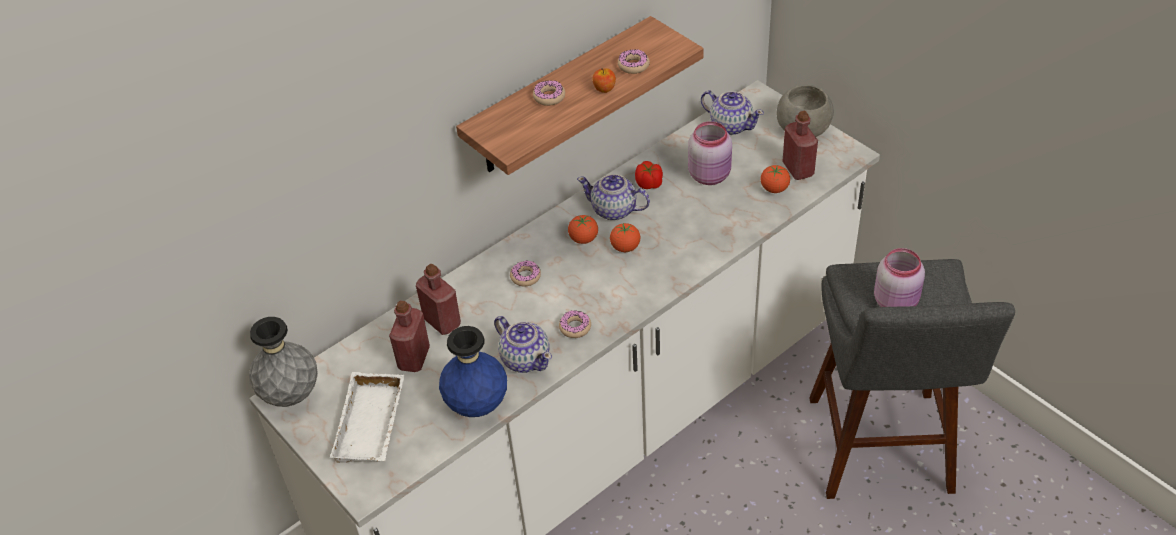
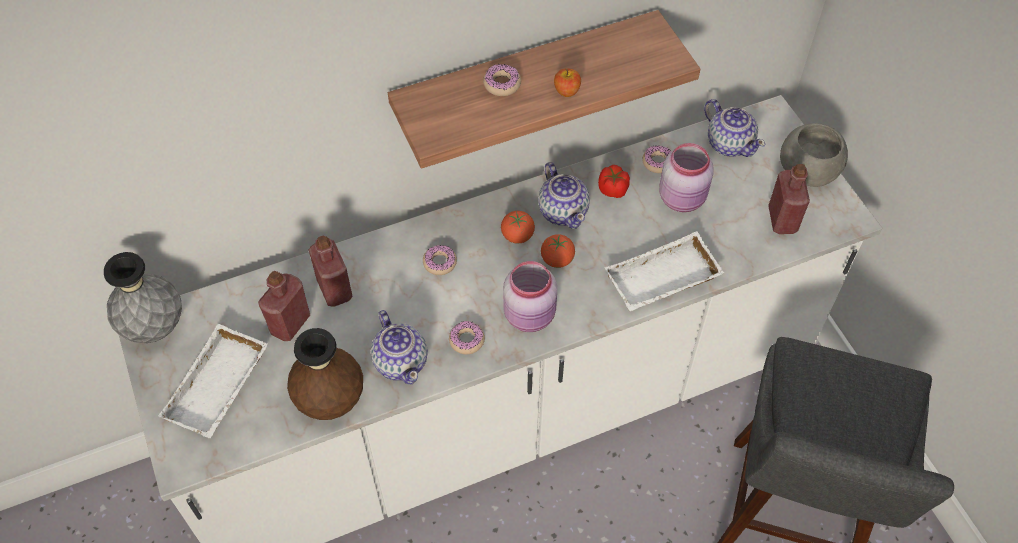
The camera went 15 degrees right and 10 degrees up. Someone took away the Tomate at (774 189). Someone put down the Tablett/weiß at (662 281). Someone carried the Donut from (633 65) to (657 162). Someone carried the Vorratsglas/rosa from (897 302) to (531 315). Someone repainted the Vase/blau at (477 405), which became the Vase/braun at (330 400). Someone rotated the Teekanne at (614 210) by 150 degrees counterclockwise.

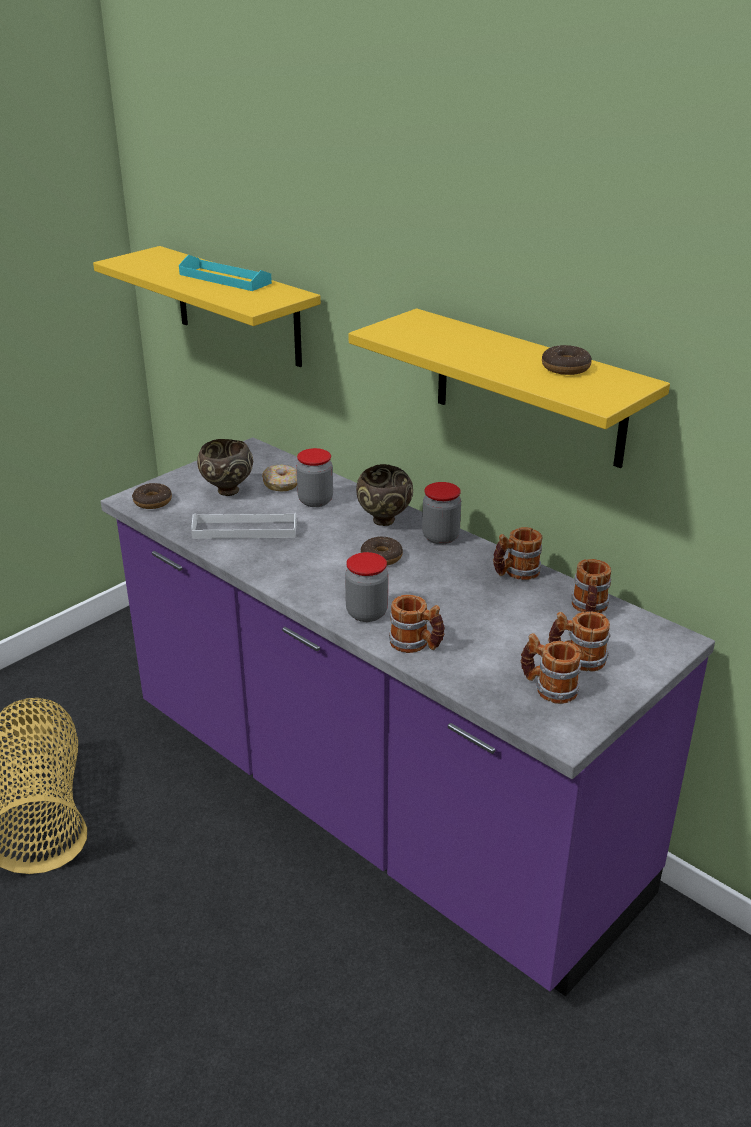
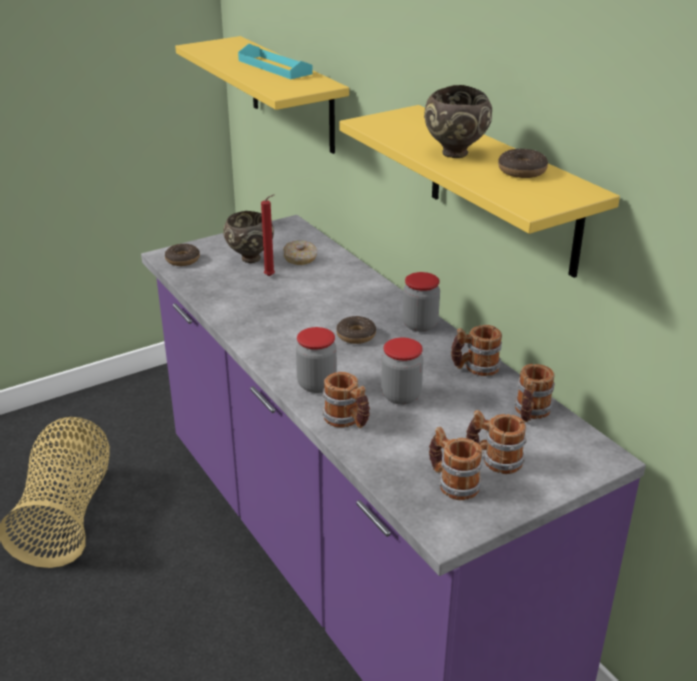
The camera went 15 degrees right and 0 degrees up. Someone took away the Tablett/weiß at (245 530). Someone put down the Kerze/rot at (271 276). Someone carried the Vorratsglas from (315 501) to (401 396). Someone carried the Schüssel/braun from (384 521) to (455 154).

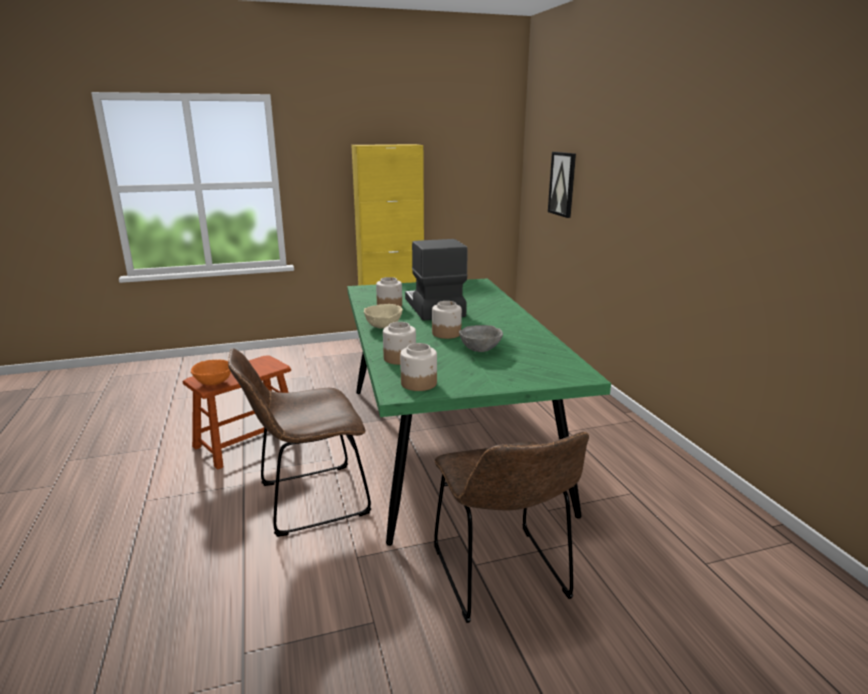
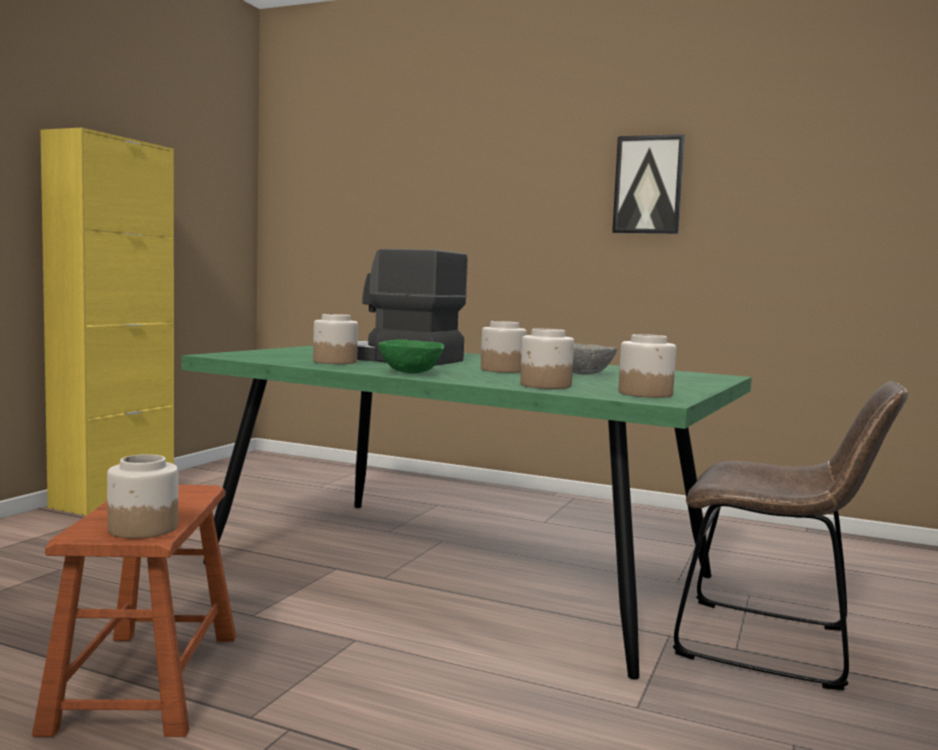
The camera went 50 degrees left and 15 degrees down. Someone took away the Stuhl/braun at (307 500). Someone carried the Bild from (562 184) to (648 185). Someone swapped the Schüssel/orange at (213 382) for the Vorratsglas at (142 528). Someone repainted the Schüssel/beige at (383 326), which became the Schüssel/grün at (410 372).

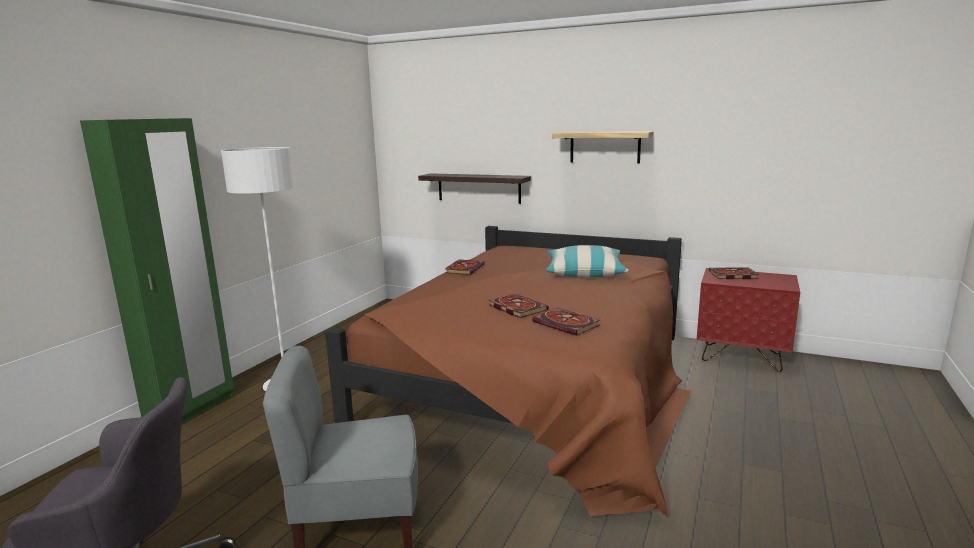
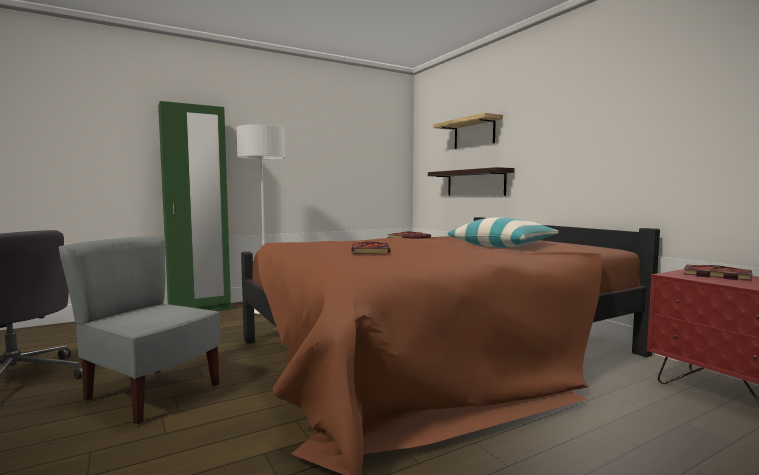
The camera went 35 degrees right and 10 degrees down. Someone took away the Buch at (568 324). Someone carried the Wandregal from (604 147) to (474 133).

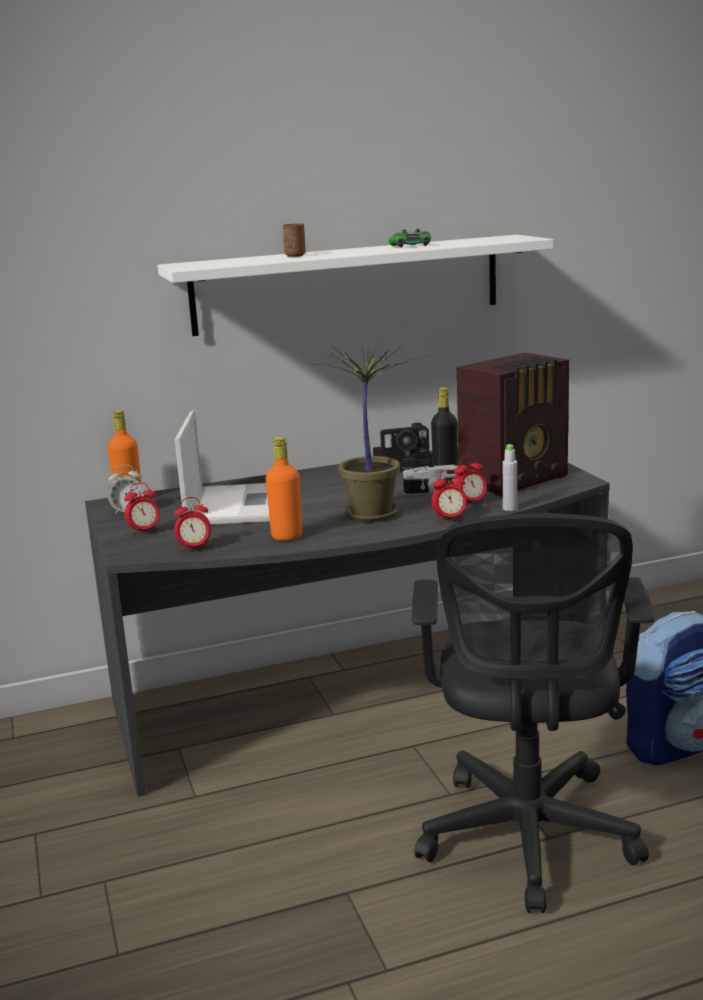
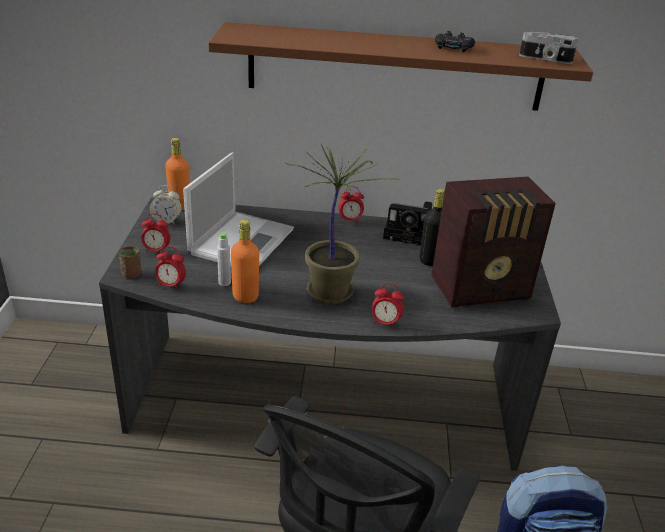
The camera went 20 degrees right and 15 degrees up. Someone carried the Tasse/braun from (295 256) to (131 274). Someone carried the Kamera from (432 492) to (545 59). Someone carried the Wecker from (470 503) to (350 221). Someone carried the Flasche/grau from (510 508) to (224 282). Someone repainted the Wandregal/weiß at (348 284), which became the Wandregal/braun at (395 67). Someone repainted the Gamepad/grün at (411 245), which became the Gamepad/schwarz at (453 47).

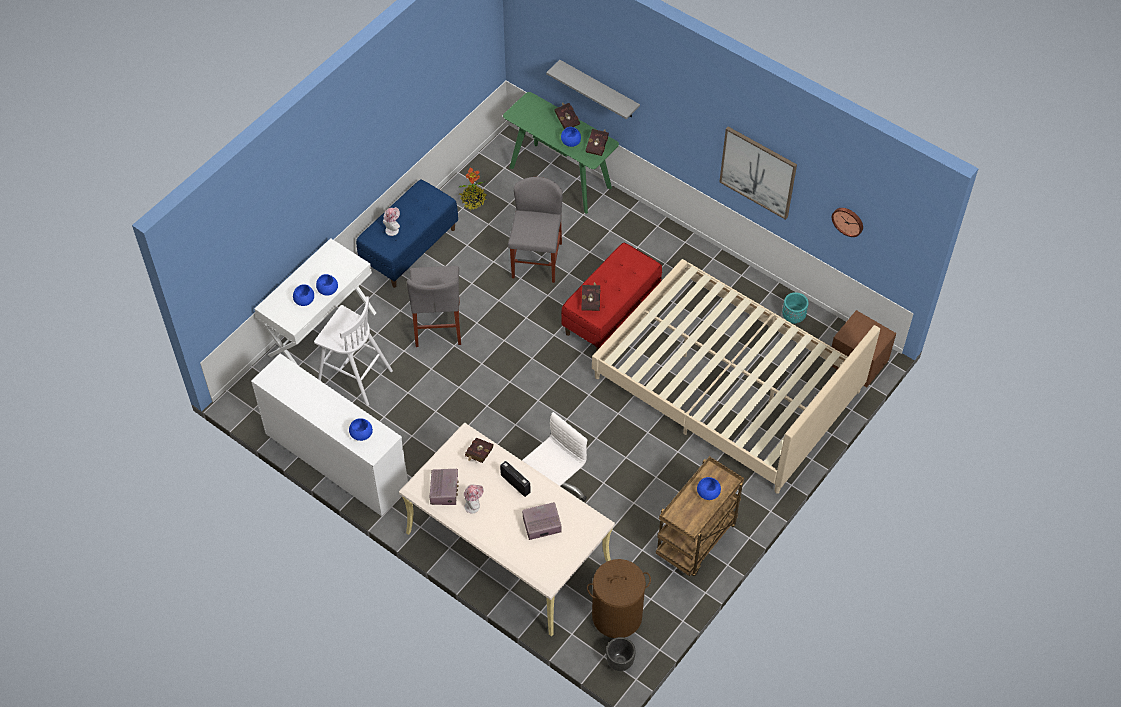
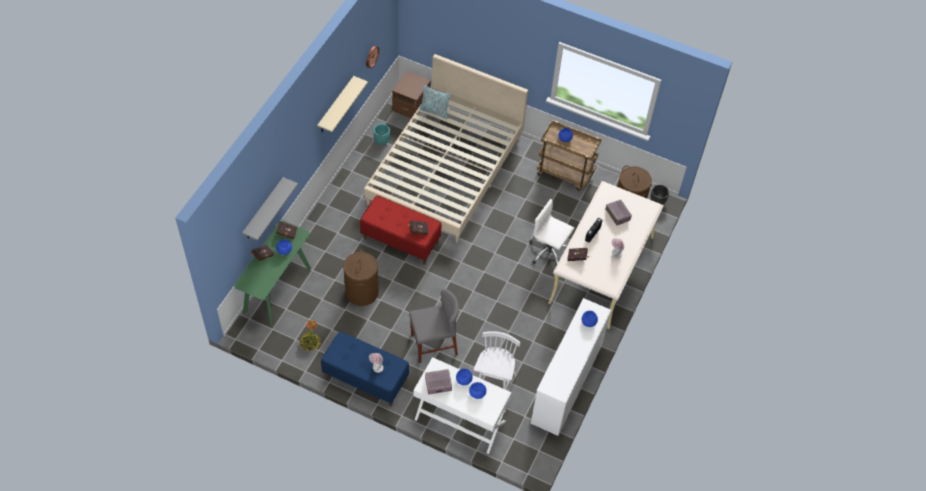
The camera went 105 degrees left and 0 degrees up. Someone put down the Kissen at (434 111). Someone carried the Radio from (444 490) to (438 384). Someone swapped the Stuhl/grau at (536 260) for the Wäschekorb/braun at (361 292). Someone swapped the Bild at (758 172) for the Wandregal/beige at (336 105).

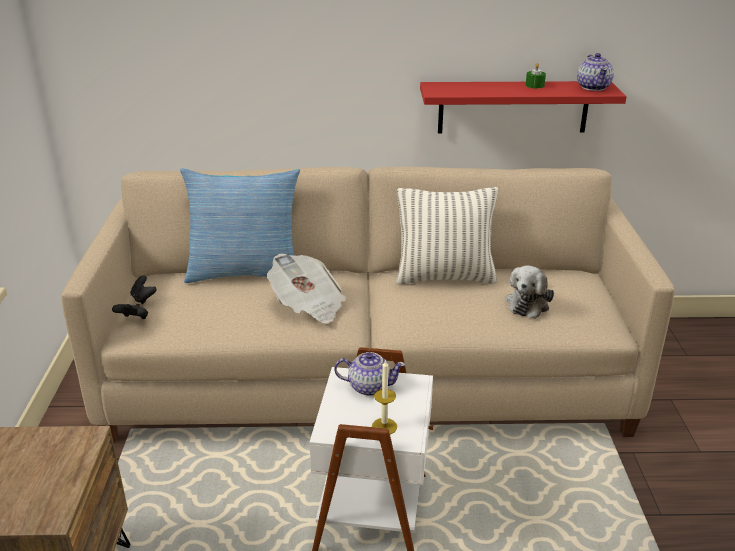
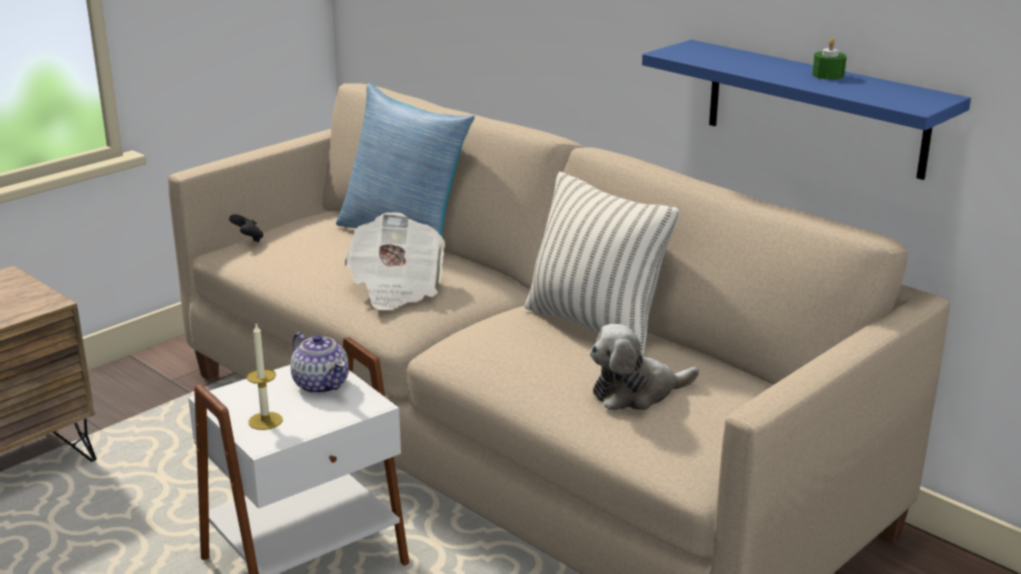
The camera went 45 degrees right and 5 degrees down. Someone took away the Gamepad/schwarz at (143 298). Someone took away the Teekanne at (593 87). Someone repainted the Wandregal/rot at (513 107), which became the Wandregal/blau at (815 108).

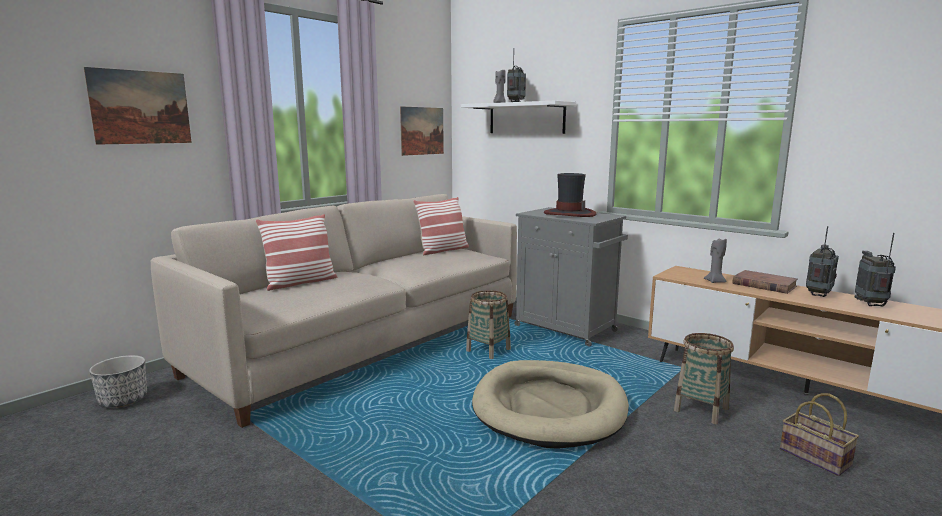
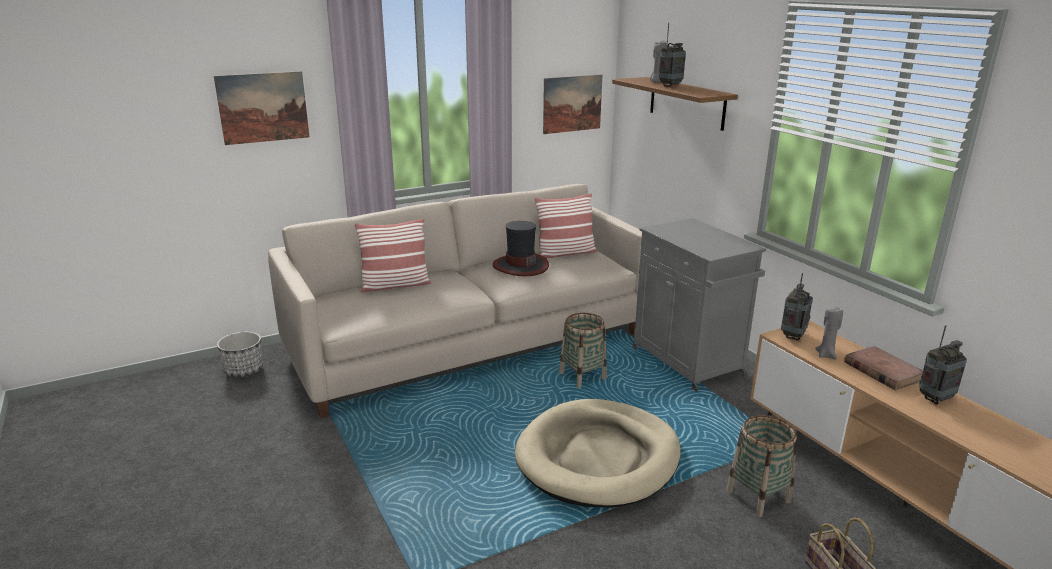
The camera went 20 degrees right and 10 degrees up. Someone carried the Hut from (569 214) to (520 266). Someone carried the Radio from (870 304) to (793 336). Someone repainted the Wandregal/weiß at (526 118), which became the Wandregal/braun at (686 103).

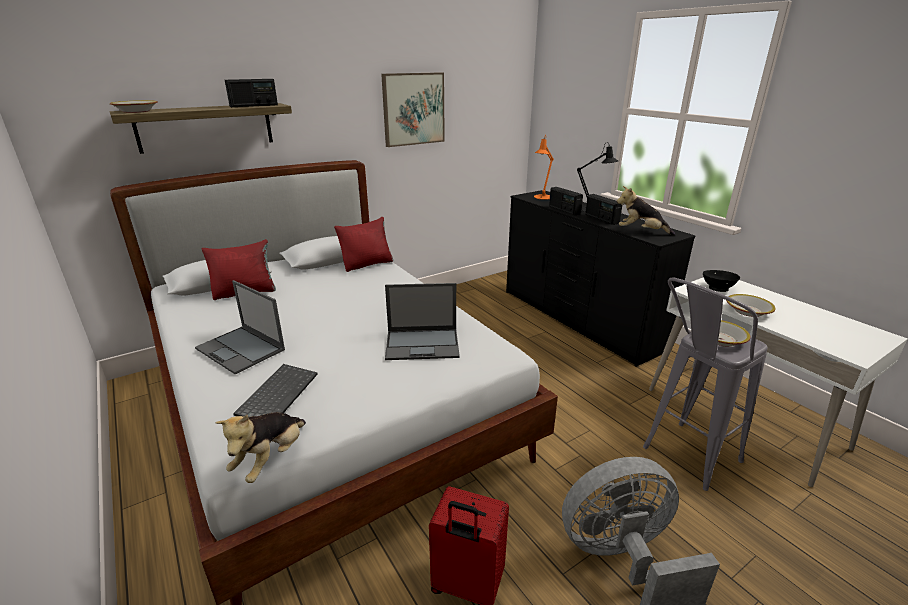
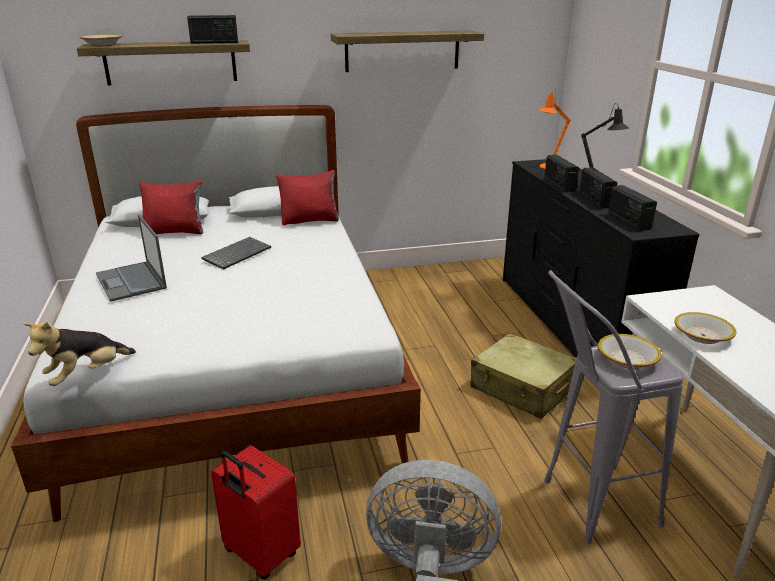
The camera went 20 degrees right and 0 degrees up. Someone took away the Laptop at (423 344). Someone took away the Schüssel/schwarz at (717 288). Someone put down the Koffer/beige at (523 388). Someone carried the Tastatur from (277 394) to (237 254). Someone swapped the Bild at (413 109) for the Wandregal at (402 51). Someone swapped the Plüschtier at (641 232) for the Radio at (628 221).

